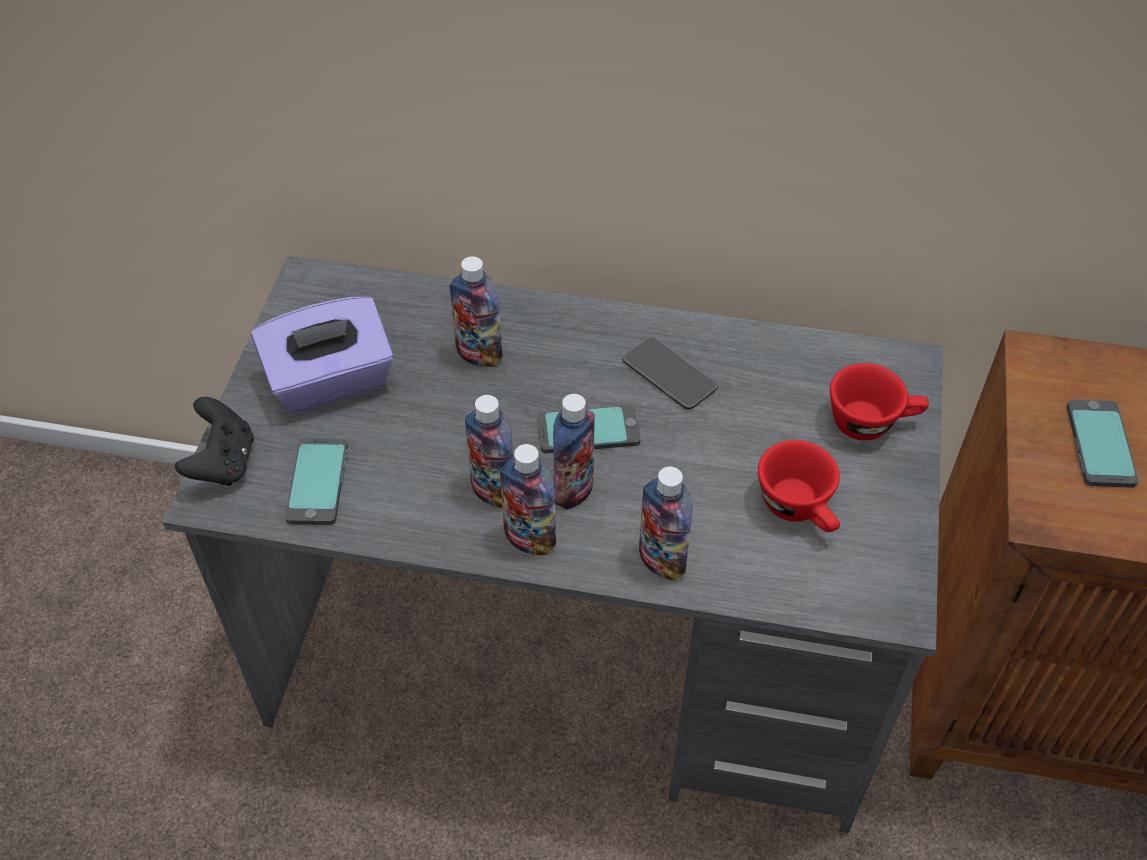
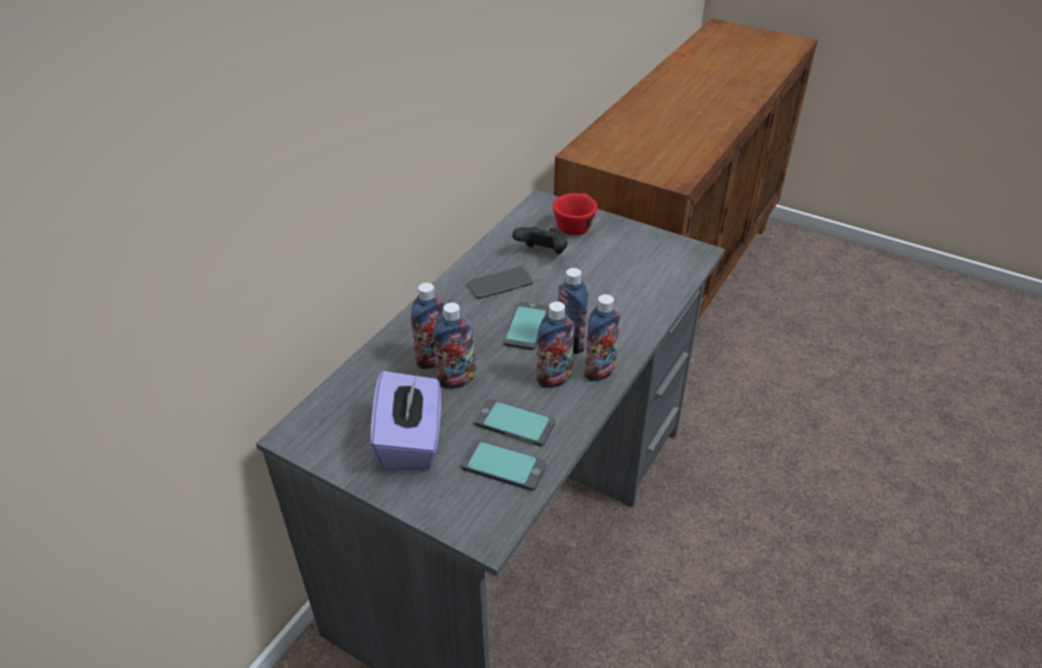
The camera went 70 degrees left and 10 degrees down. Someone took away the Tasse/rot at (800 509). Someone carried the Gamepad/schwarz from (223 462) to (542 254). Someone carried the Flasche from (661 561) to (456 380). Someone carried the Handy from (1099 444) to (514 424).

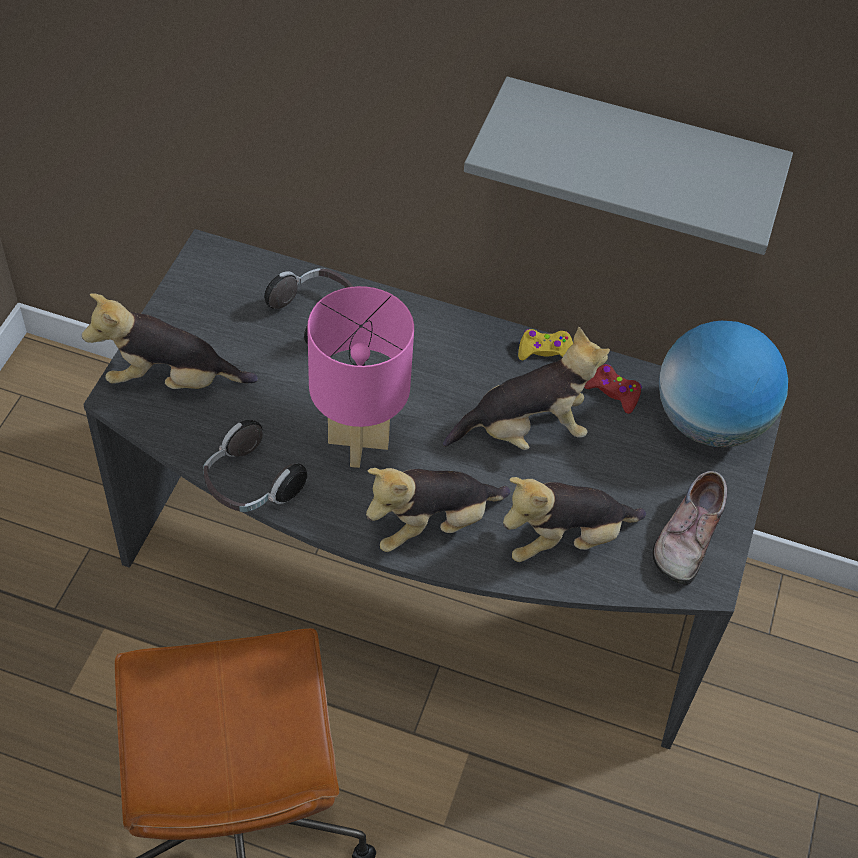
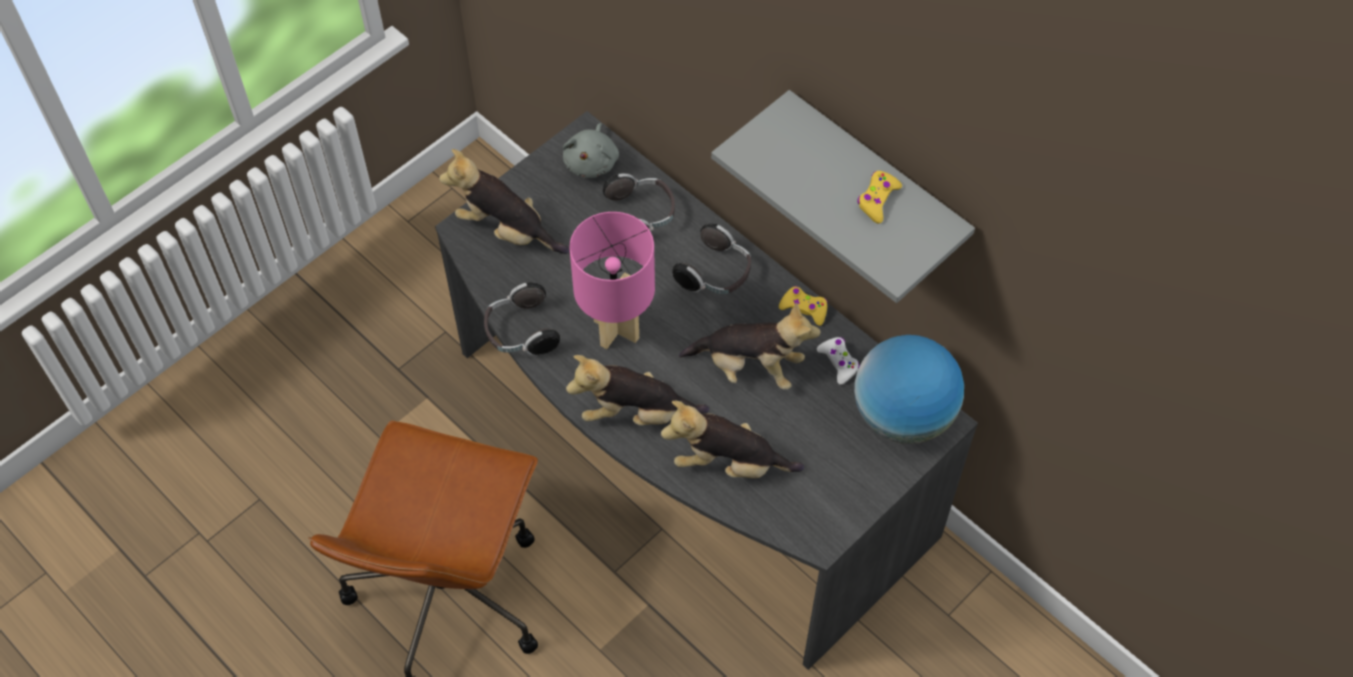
The camera went 30 degrees right and 5 degrees up. Someone took away the Schuh at (685 535). Someone put down the Plüschtier/grau at (592 162). Someone put down the Kopfhörer at (715 274). Someone put down the Gamepad/gelb at (877 200). Someone repainted the Gamepad/rot at (613 392), which became the Gamepad/weiß at (838 362).

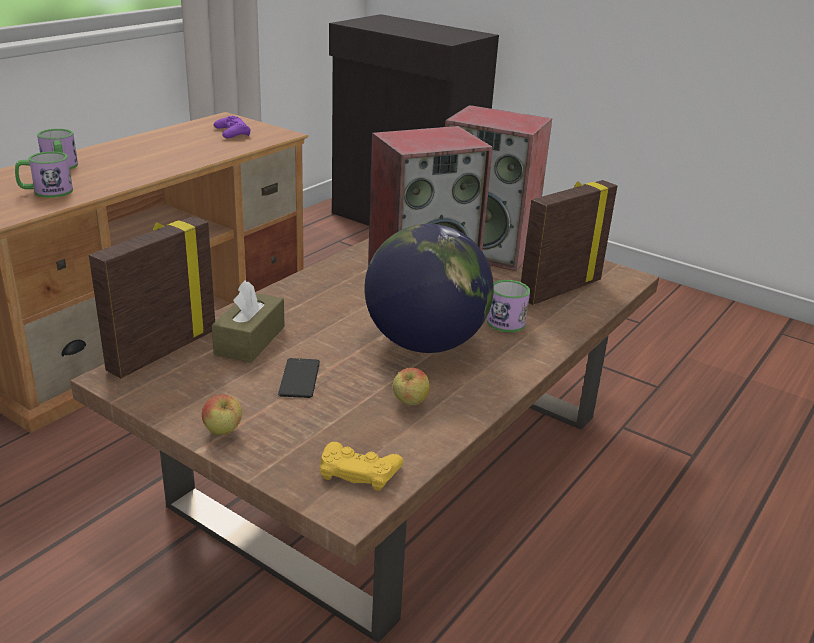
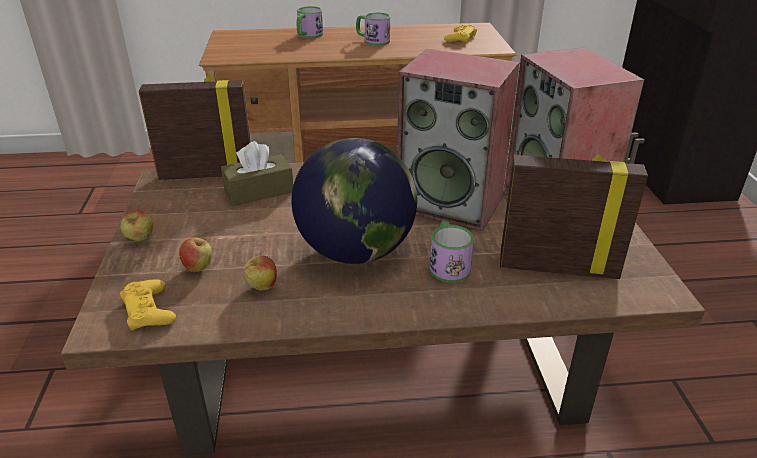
The camera went 50 degrees right and 5 degrees up. Someone took away the Handy at (299 378). Someone put down the Apfel at (198 268). Someone carried the Henkelbecher from (46 191) to (372 40). Someone repainted the Gamepad/lila at (232 132), which became the Gamepad/gelb at (460 38).

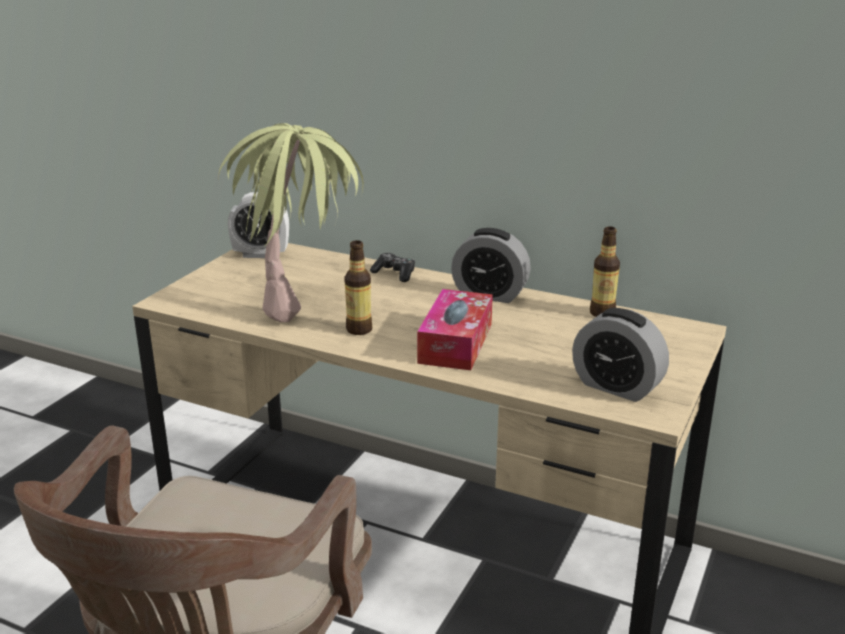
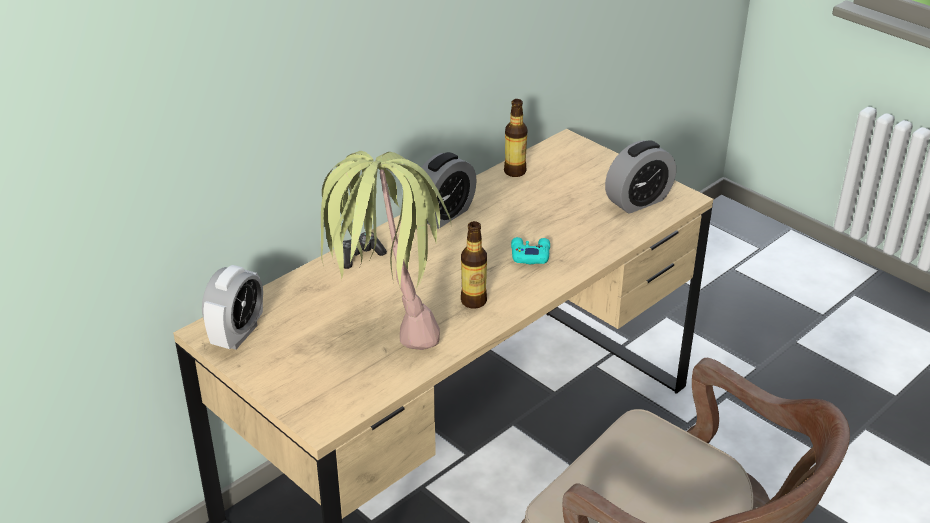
The camera went 70 degrees left and 10 degrees up. Someone swapped the Taschentuchbox at (455 343) for the Gamepad/türkis at (530 255).

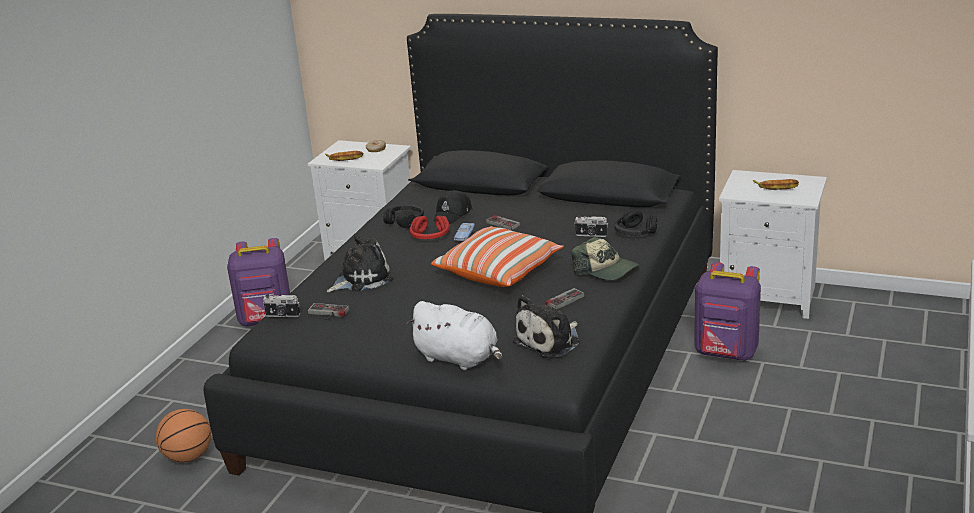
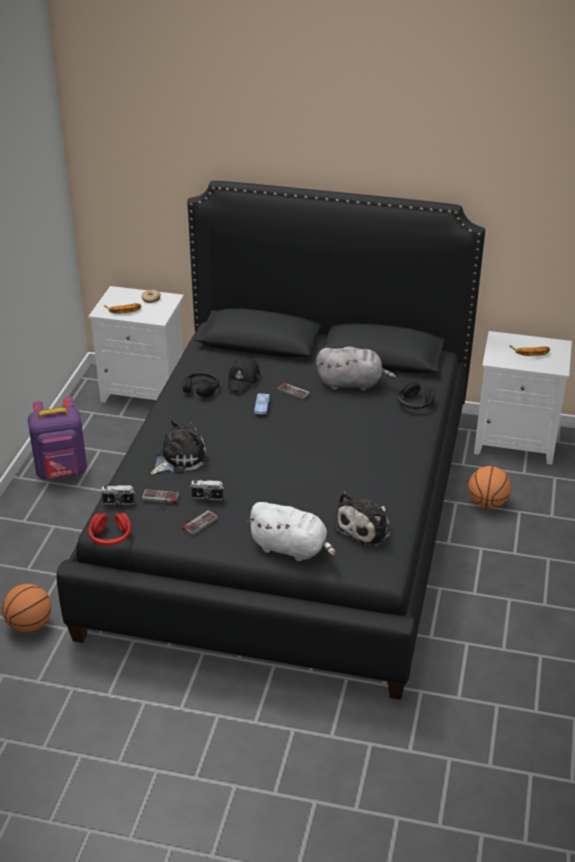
The camera went 10 degrees left and 10 degrees up. Someone took away the Kissen at (499 271). Someone took away the Kappe at (606 270). Someone put down the Plüschtier/grau at (352 384). Someone carried the Kopfhörer/rot from (430 236) to (110 536). Someone carried the Gamepad from (561 298) to (197 522). Someone carried the Kamera from (591 235) to (207 497). Someone swapped the Rucksack/lila at (726 354) for the Basketball at (487 503).

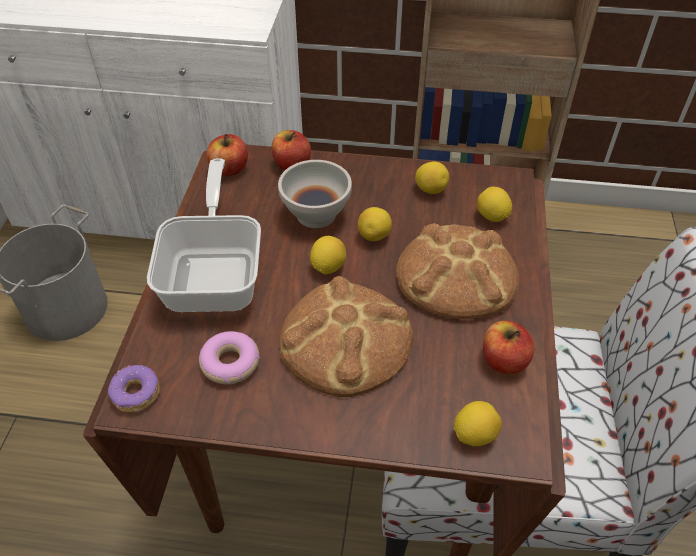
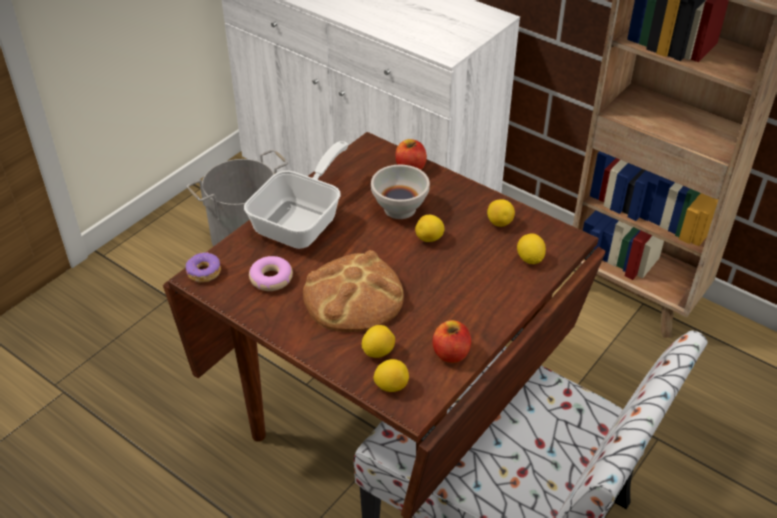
The camera went 30 degrees right and 5 degrees down. Someone took away the Apfel at (229 169). Someone took away the Brot at (456 275). Someone carried the Zitrone from (328 267) to (378 351).

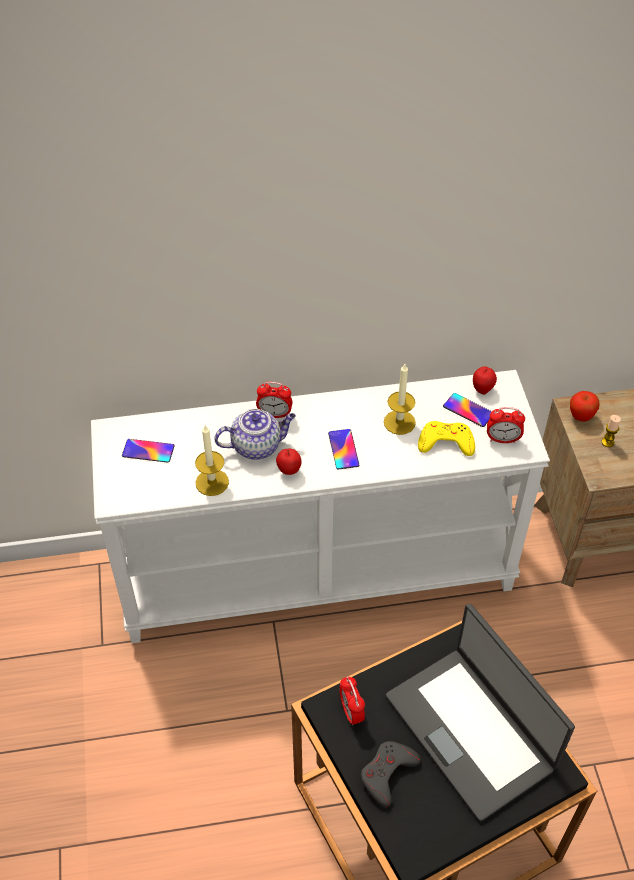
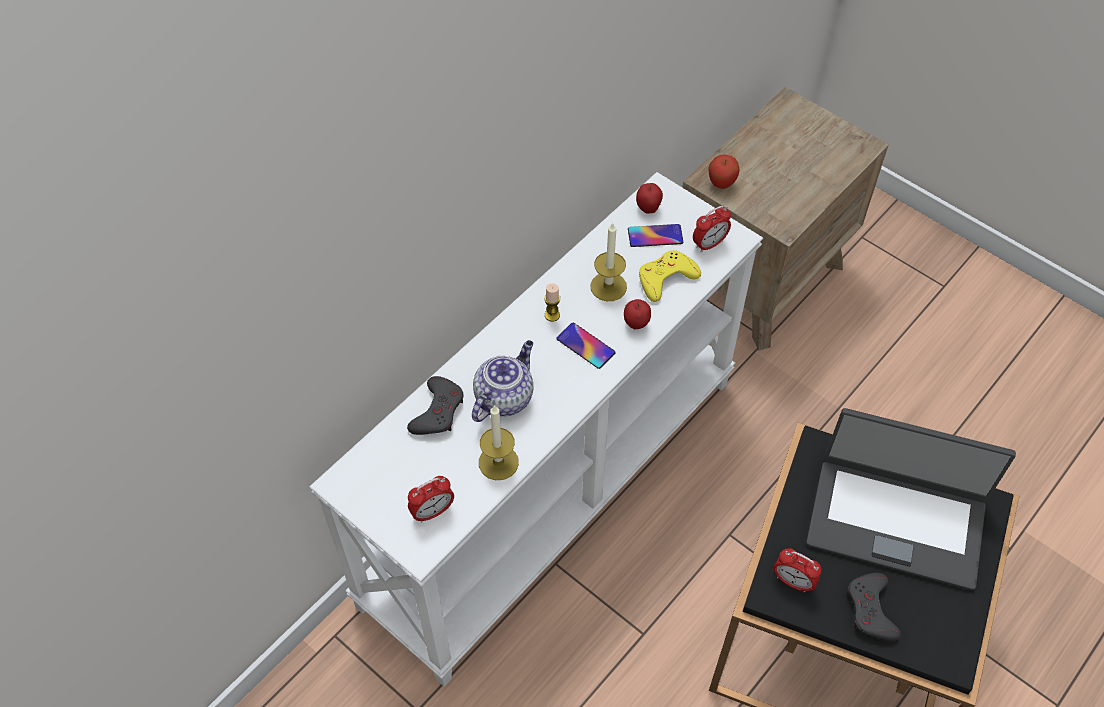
The camera went 40 degrees left and 5 degrees up. Someone took away the Handy at (148 451). Someone put down the Gamepad/grau at (438 411). Someone carried the Wecker from (274 414) to (432 512). Someone carried the Apfel from (289 471) to (636 324). Someone carried the Kerze from (607 442) to (552 315).

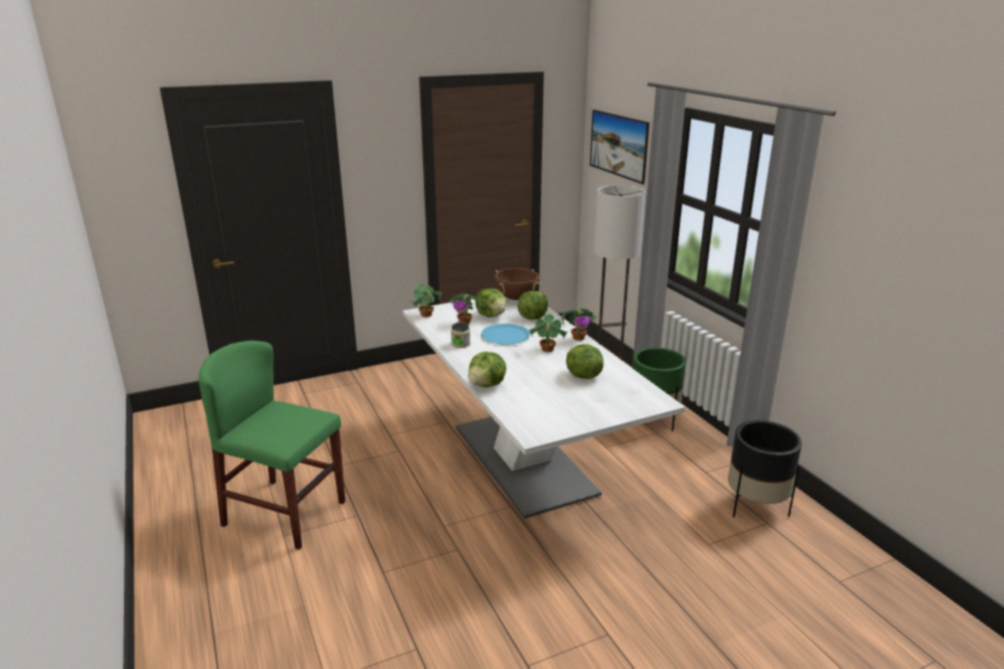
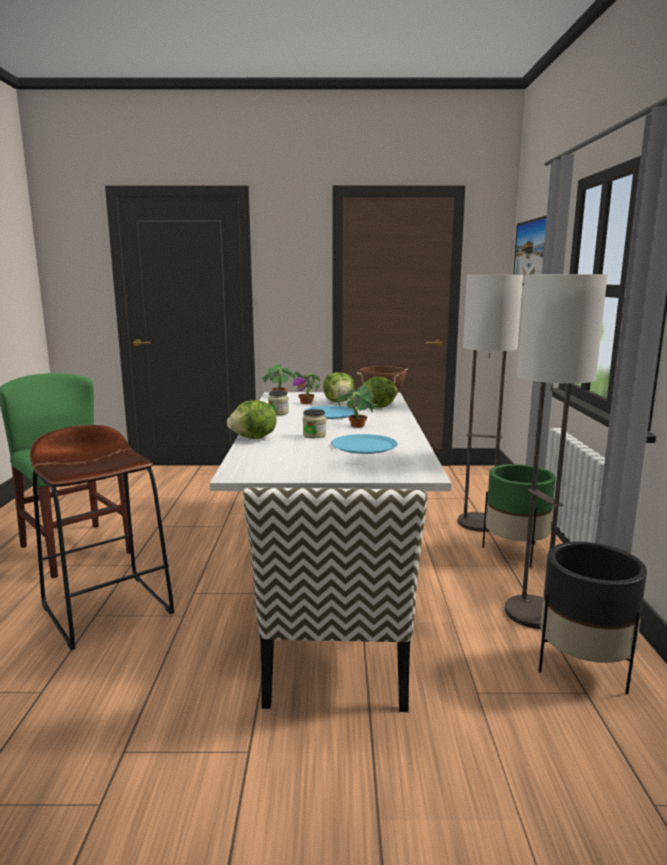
The camera went 25 degrees right and 10 degrees down. Someone took away the Topfpflanze at (578 338). Someone put down the Hocker/braun at (107 609). Someone put down the Stuhl at (337 662). Someone put down the Vorratsglas at (314 435). Someone put down the Stehlampe at (534 613). Someone swapped the Salatkopf at (582 376) for the Teller/blau at (364 445).

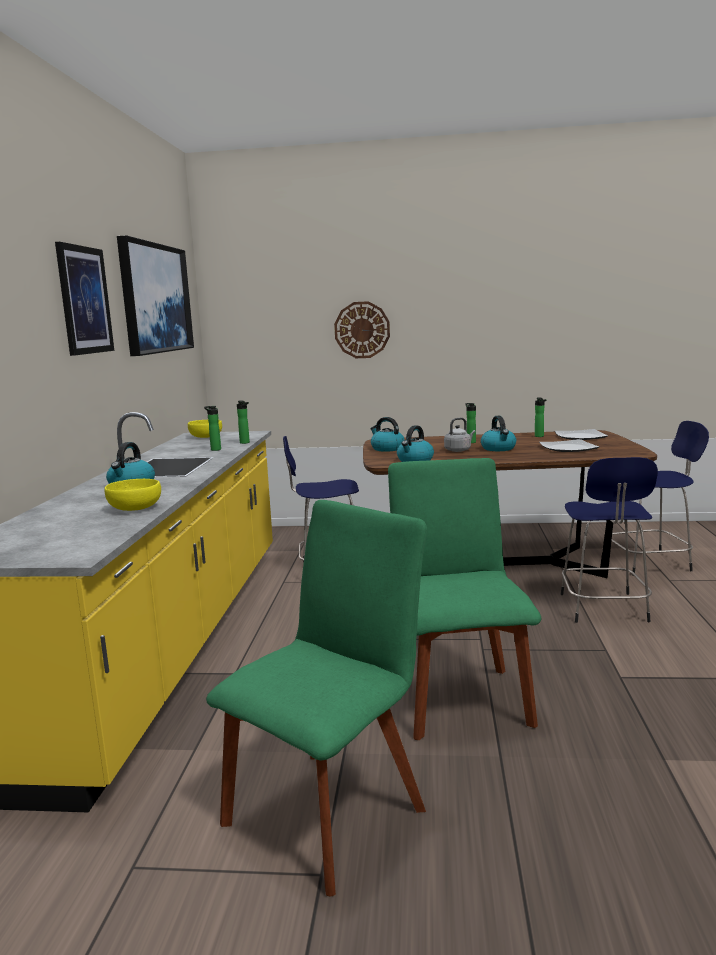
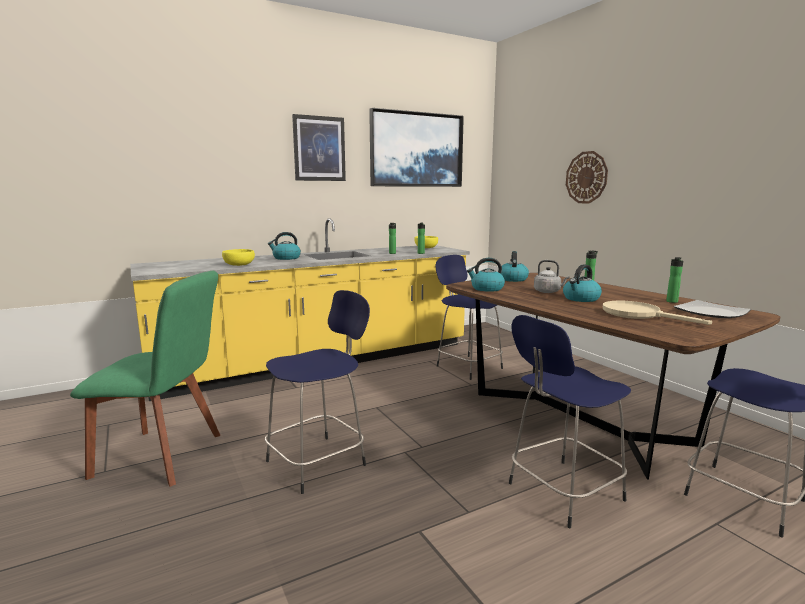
The camera went 55 degrees right and 0 degrees up. Someone swapped the Stuhl/grün at (459 697) for the Hocker/blau at (319 462). Someone swapped the Teller at (567 448) for the Pfanne/beige at (639 314).

